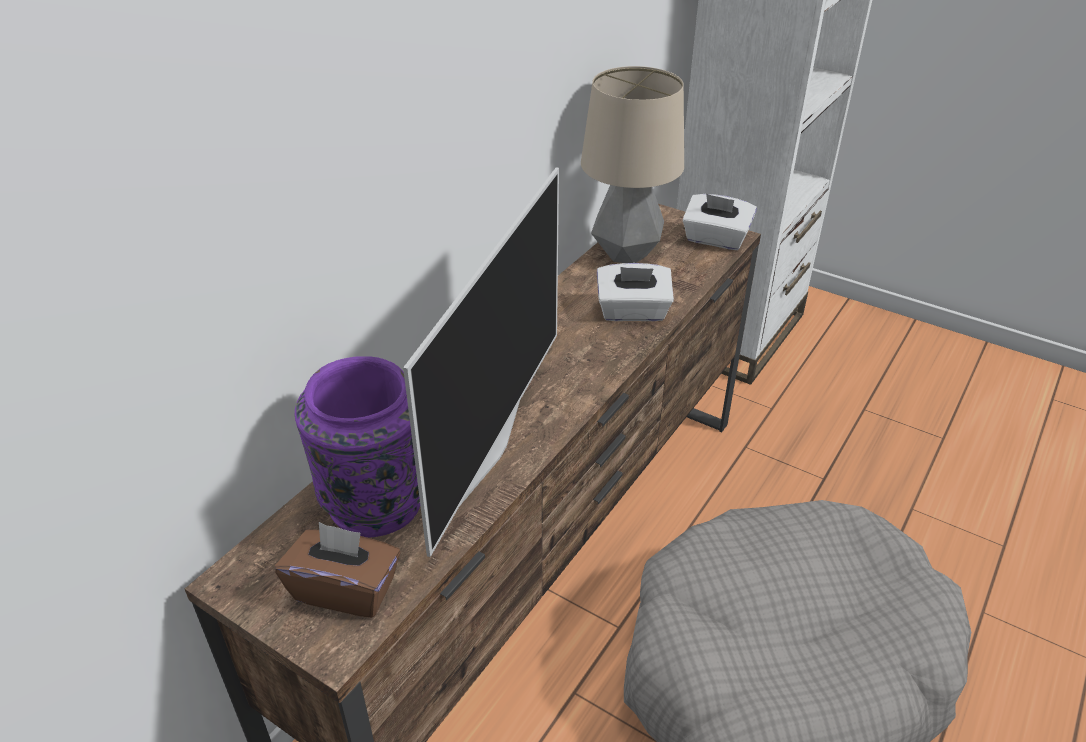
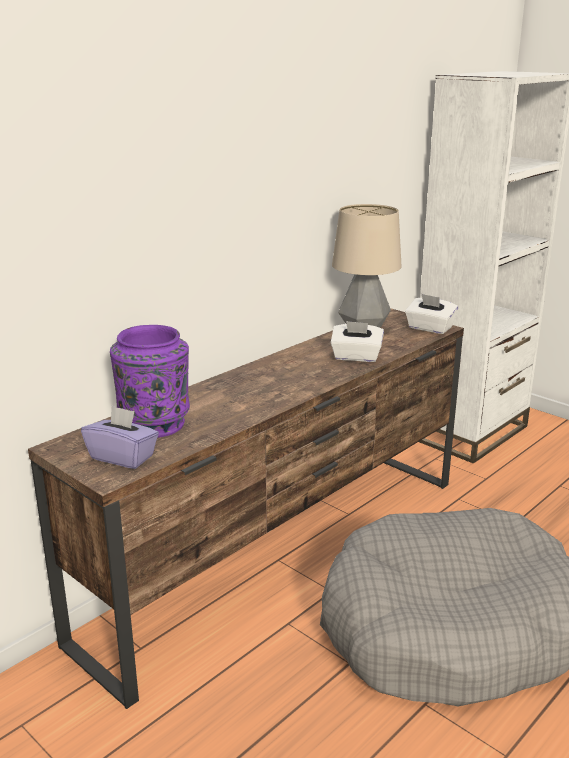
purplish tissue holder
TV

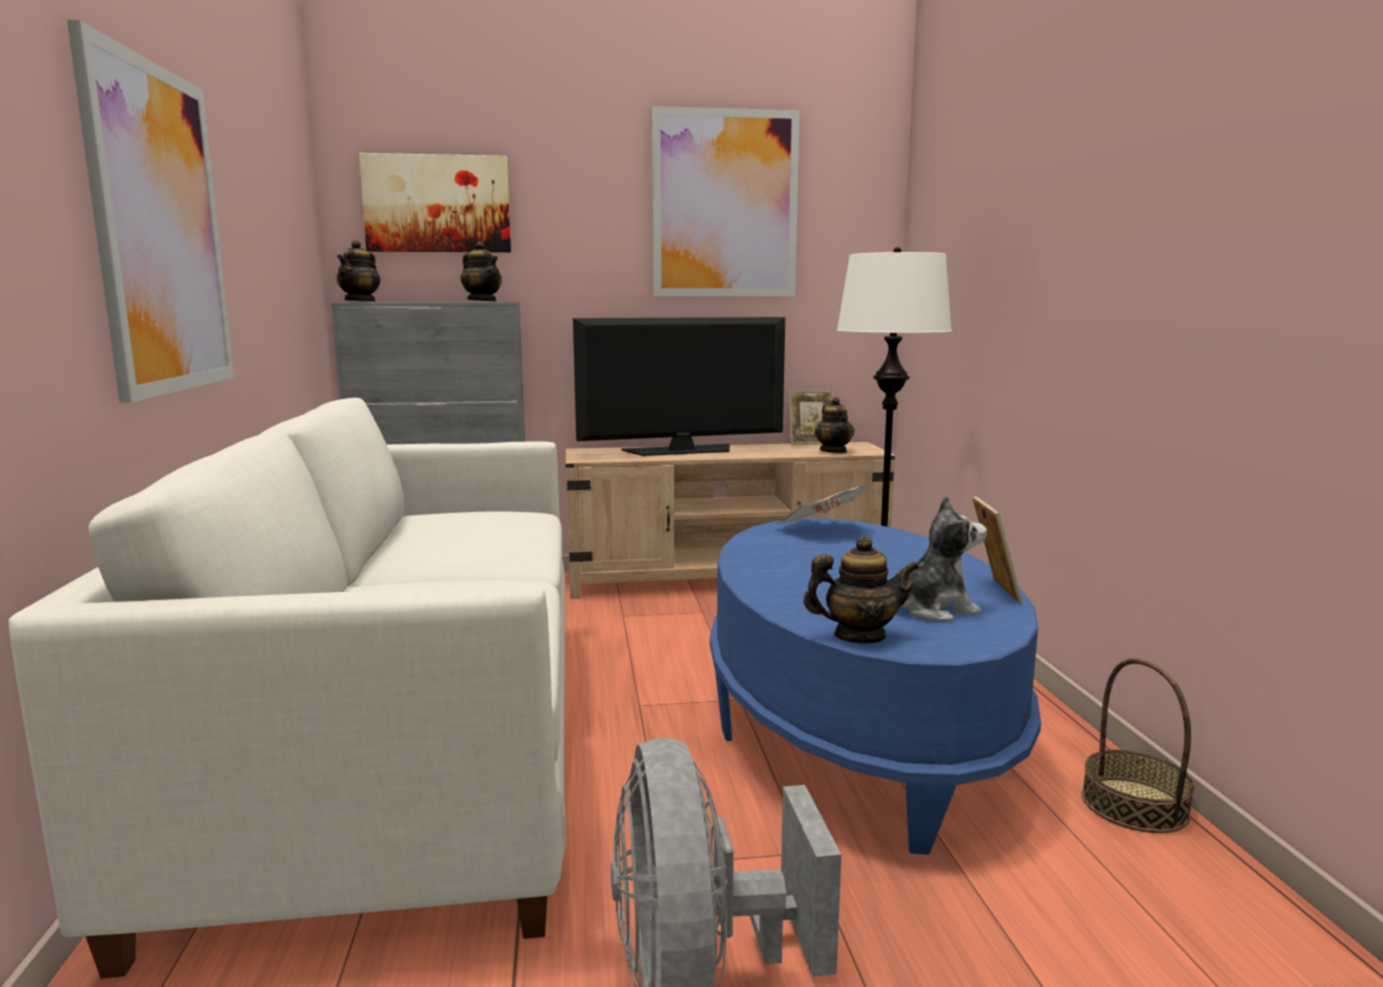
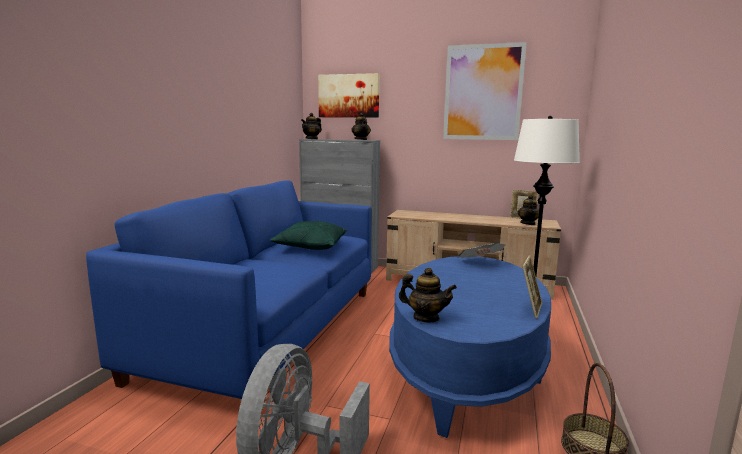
blue settee
wall picture (1st from left in the first image)
TV
soft toy
green-coloured pillow

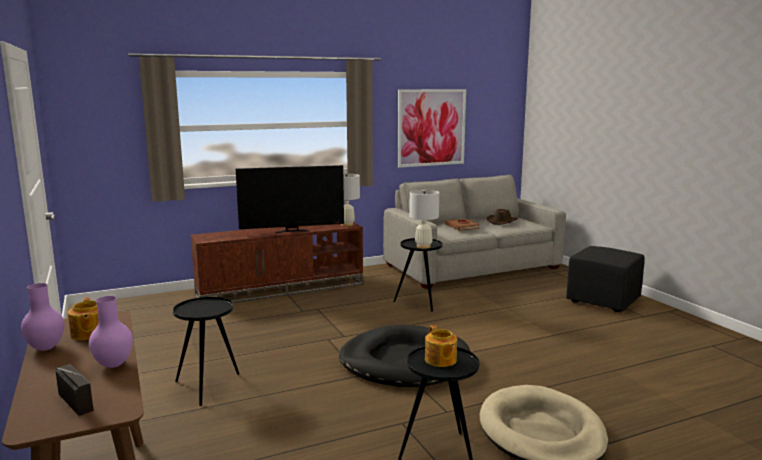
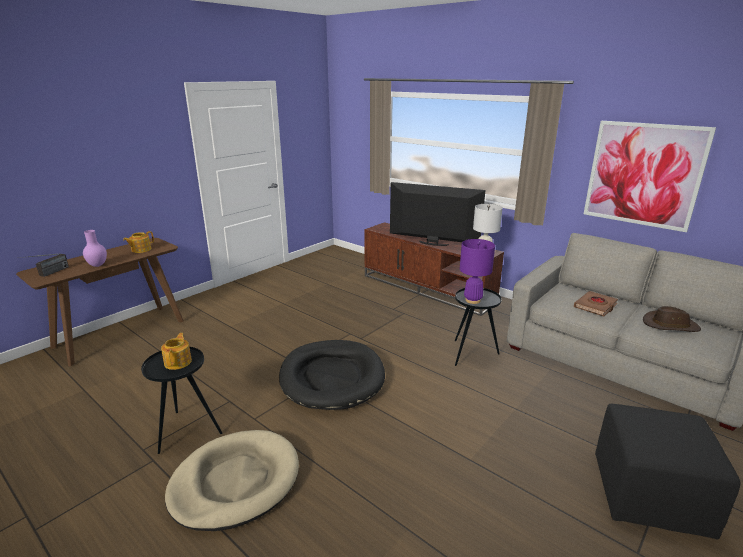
purplish decorative vase (1st from left in the first image)
black end table (1st from left in the first image)
TV
purplish lamp for a table
teapot (2nd from left)

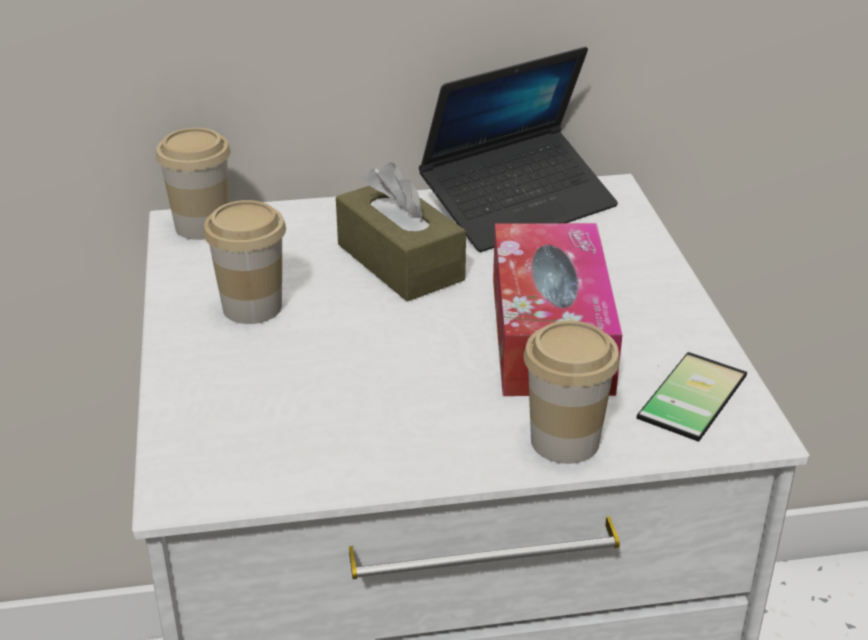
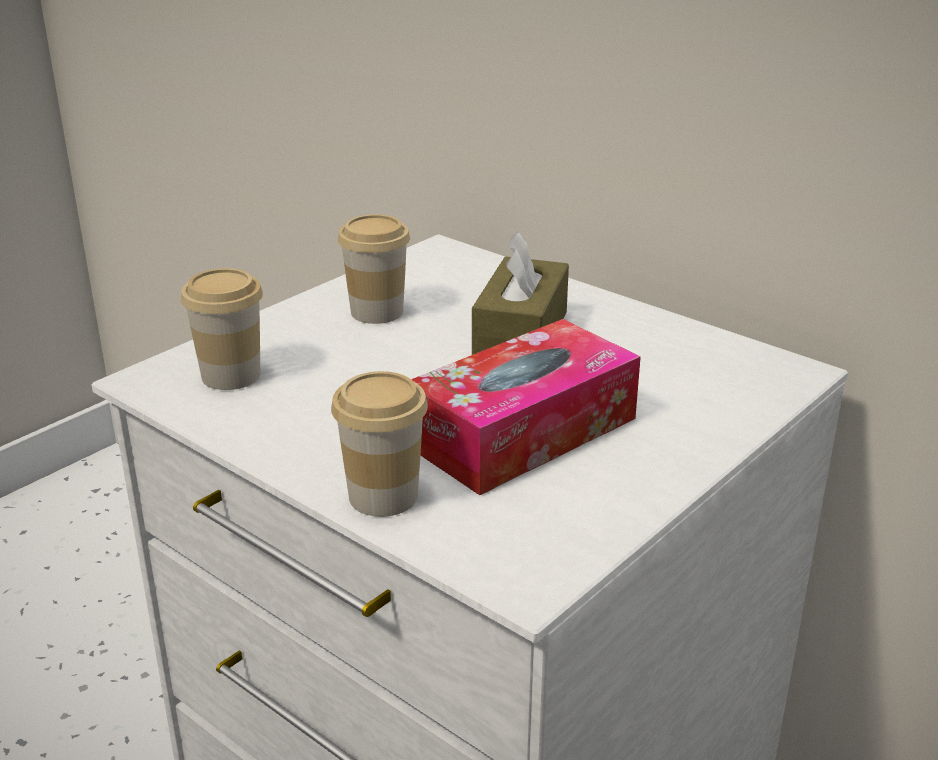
drinking cup (1st from left)
portable computer
telephone

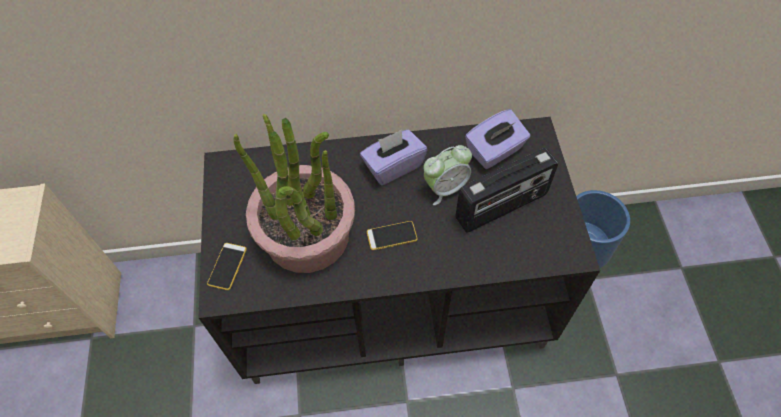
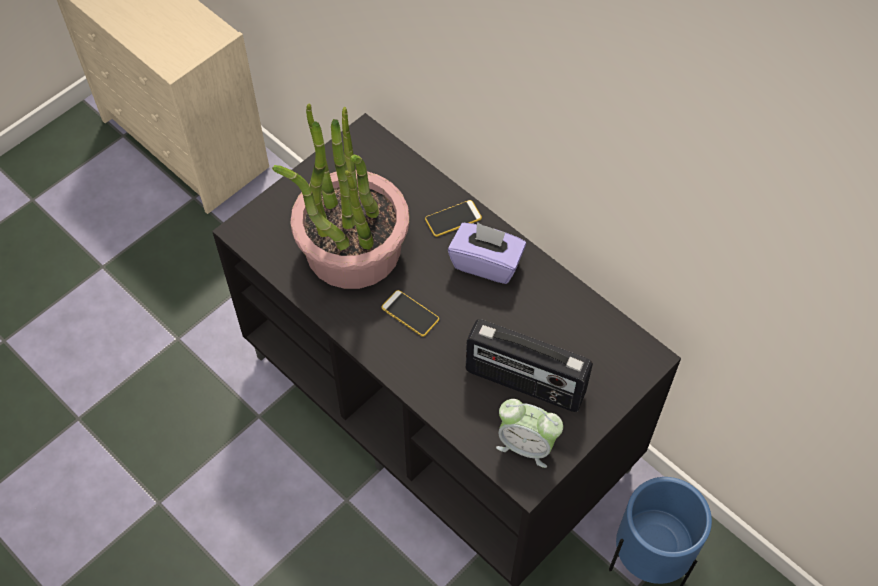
telephone (2nd from left)
alarm clock
purplish tissue holder (2nd from left in the first image)

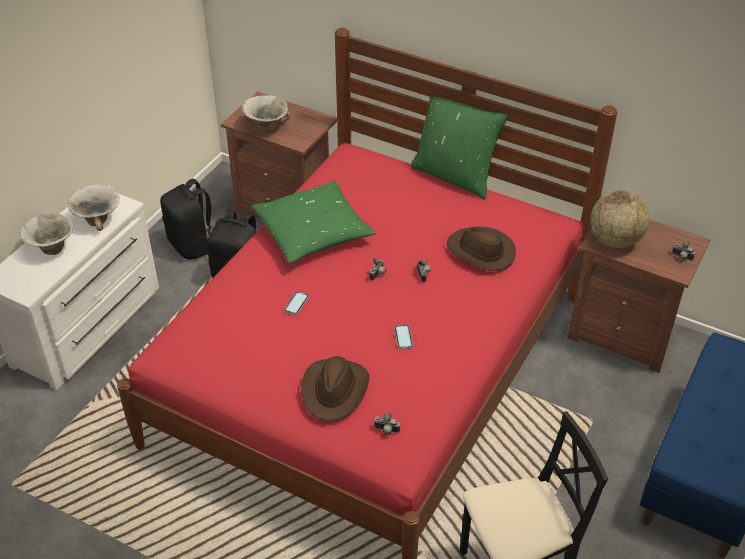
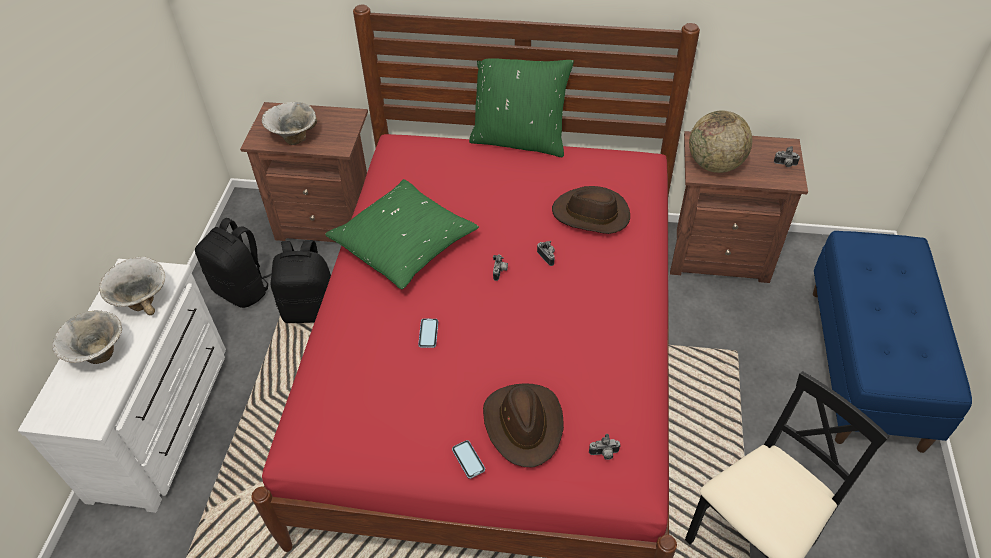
telephone (2nd from left)

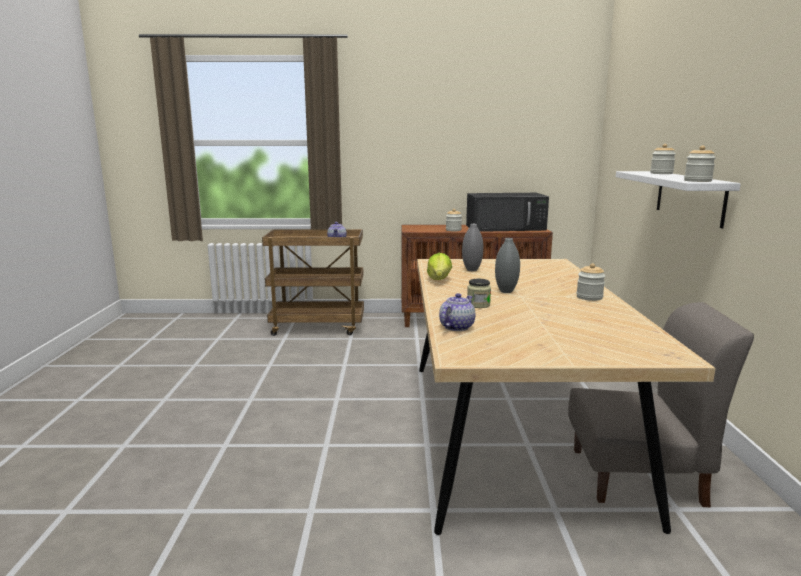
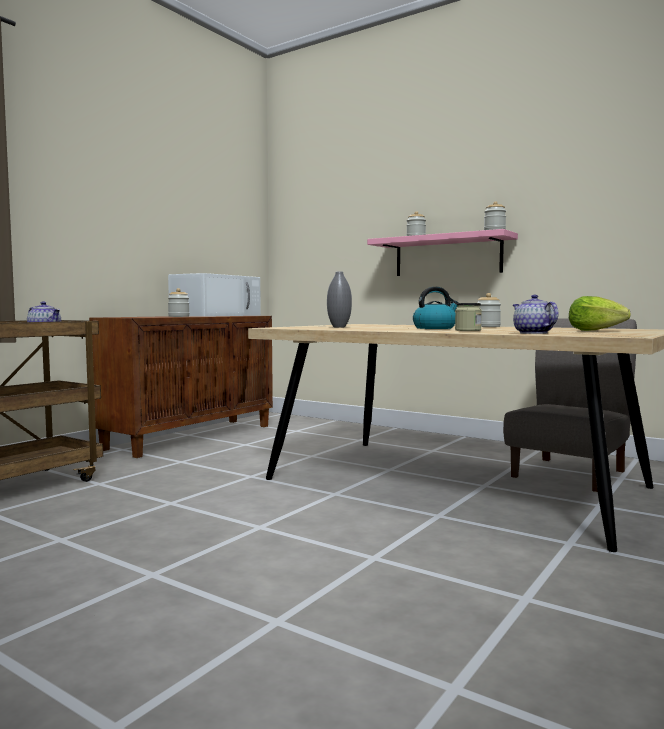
lettuce head
white kitchen microwave
tea kettle
pinkish bracket shelf

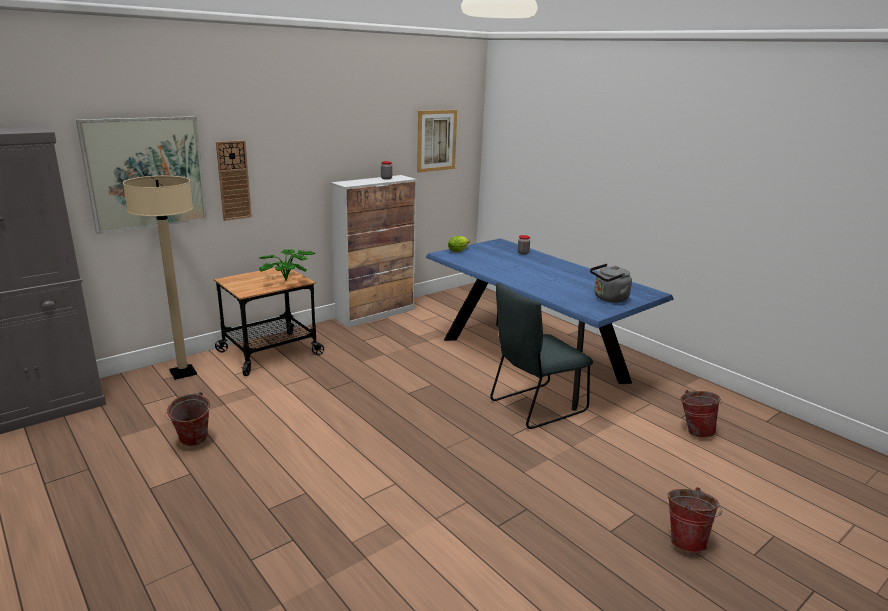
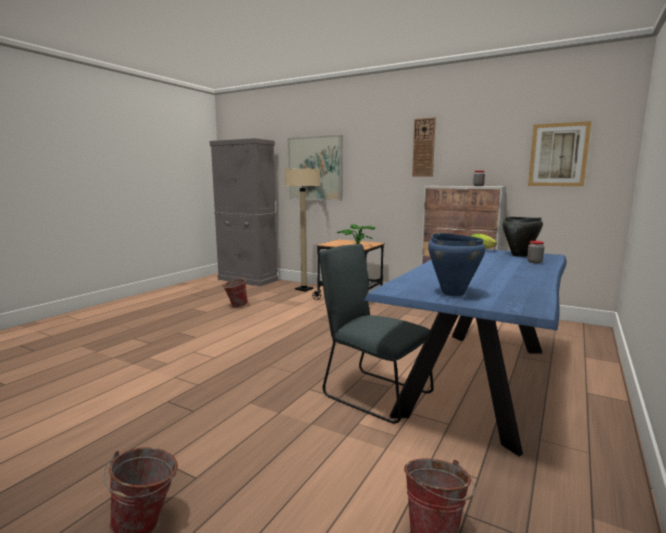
wall clock
blue stockpot
black stockpot

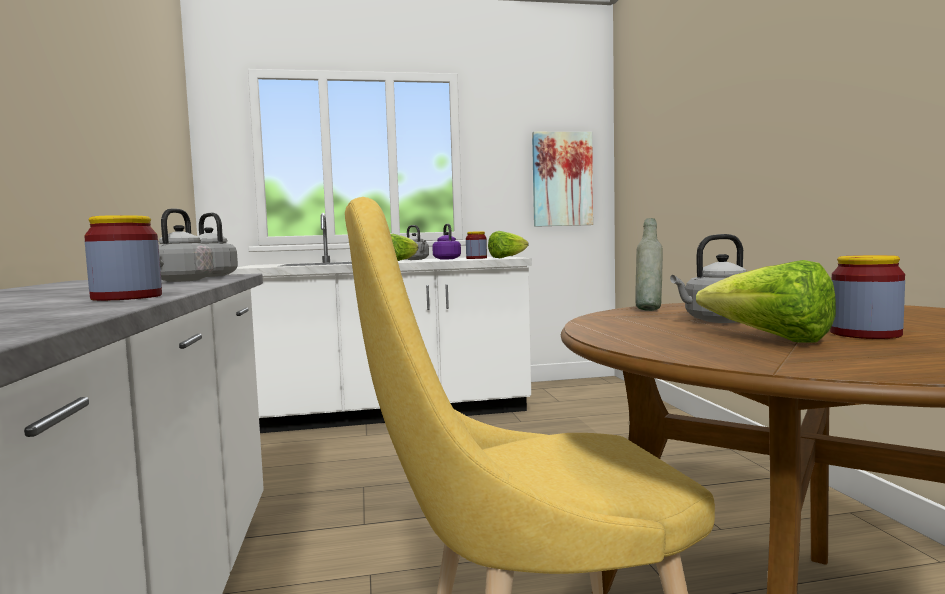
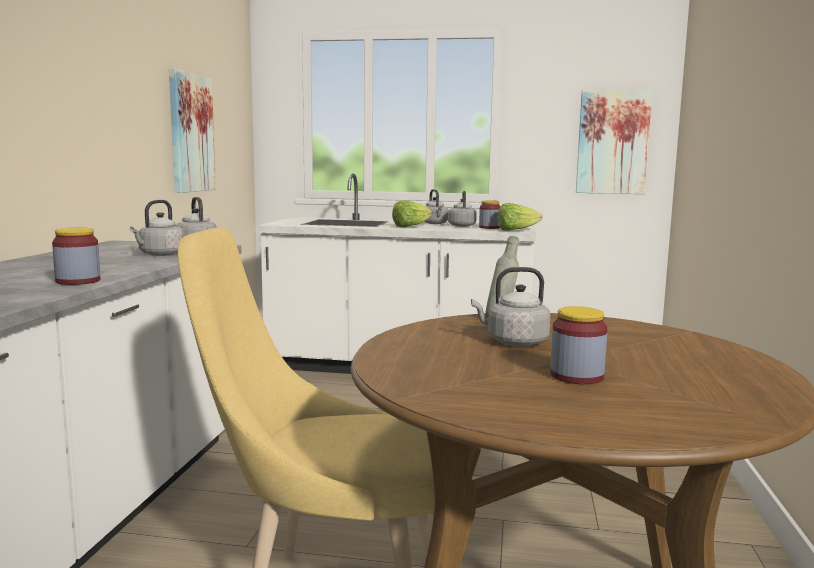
gray tea kettle (4th from left)
lettuce head (3rd from left in the first image)
wall picture (1st from left)

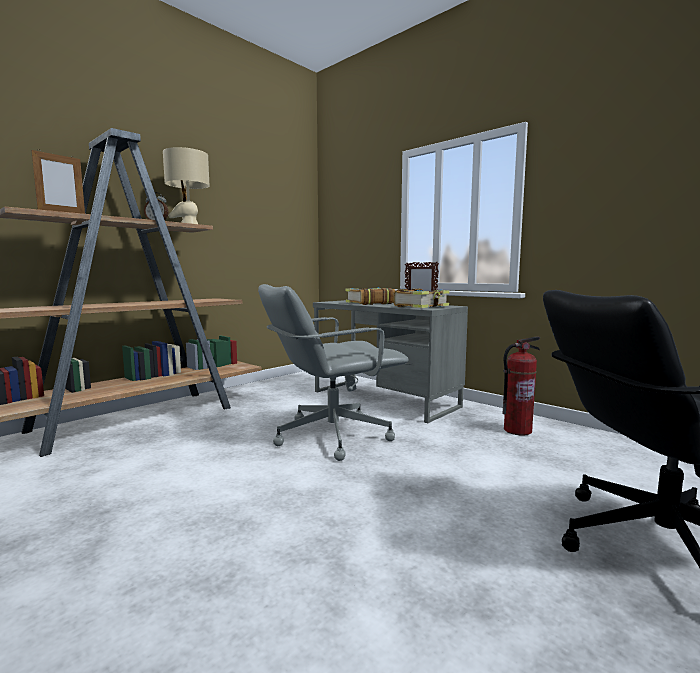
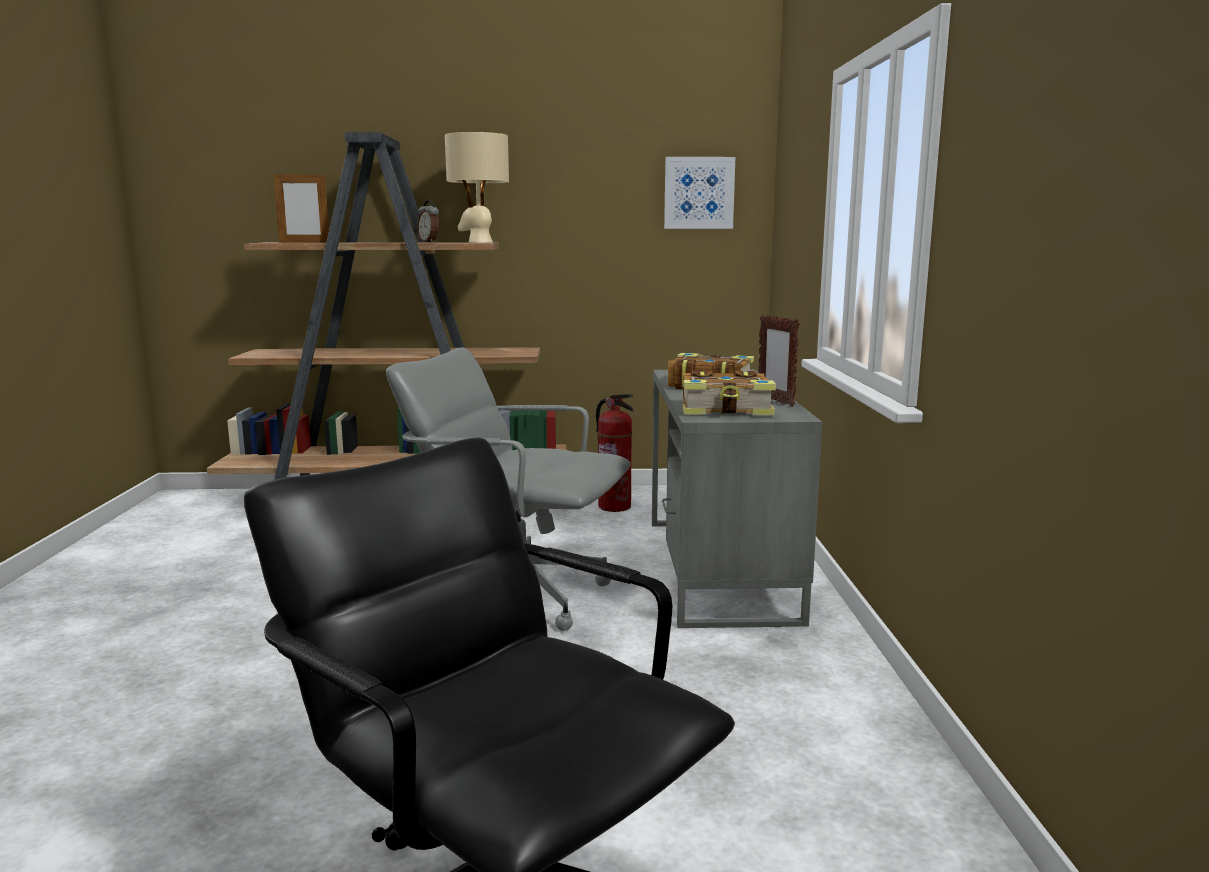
fire extinguisher
wall picture

